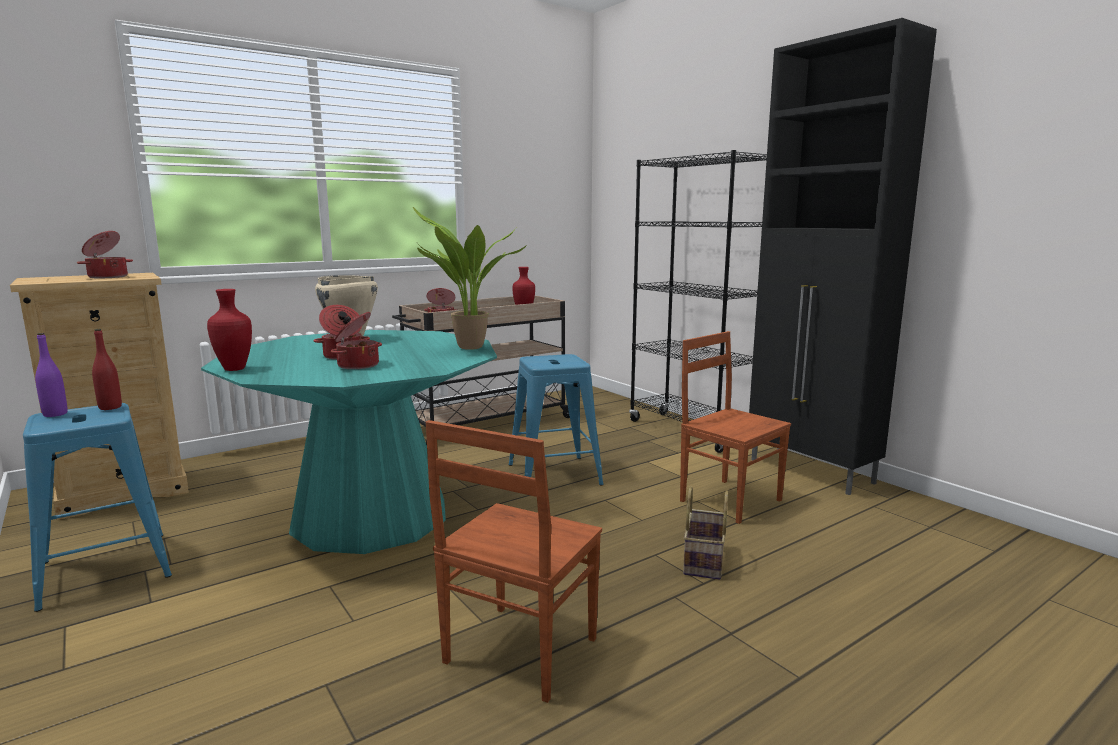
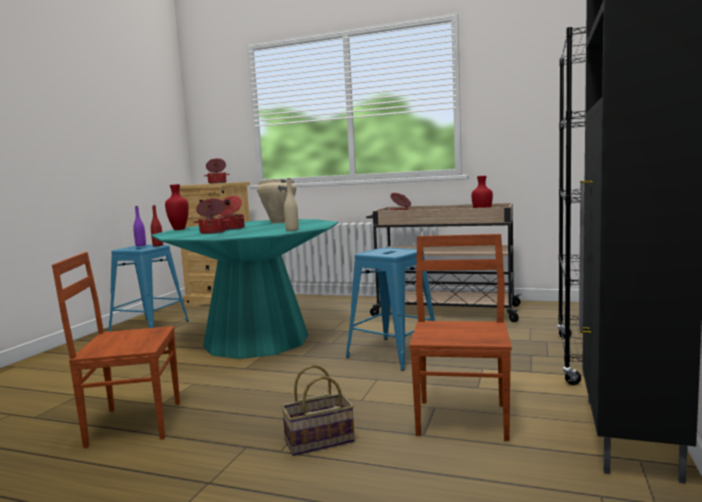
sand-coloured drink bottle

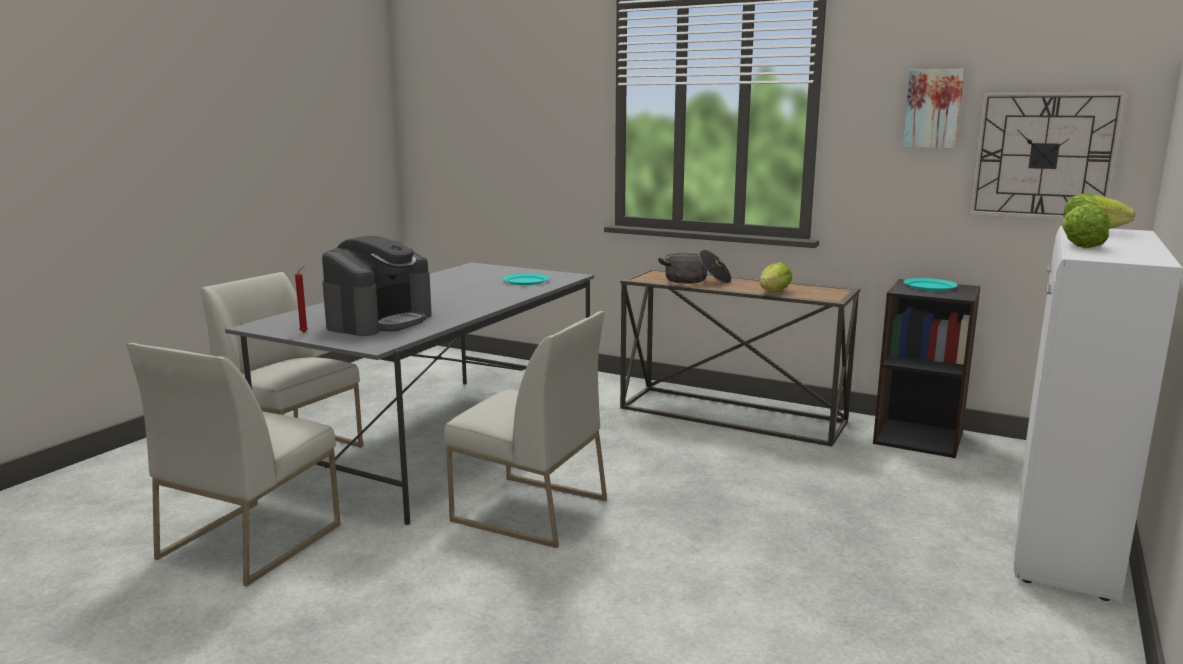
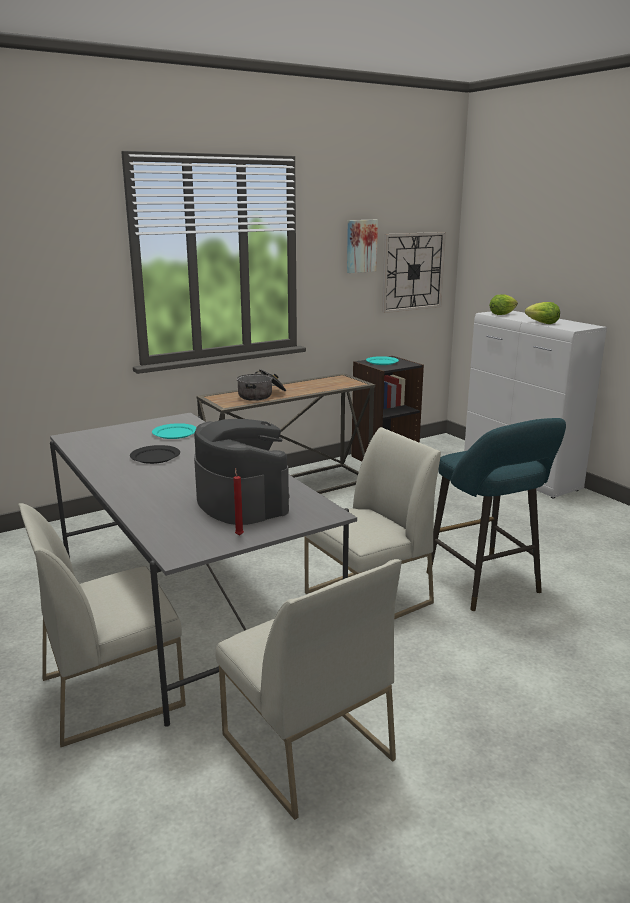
lettuce head (1st from left in the first image)
black plate
blue-green stool seat

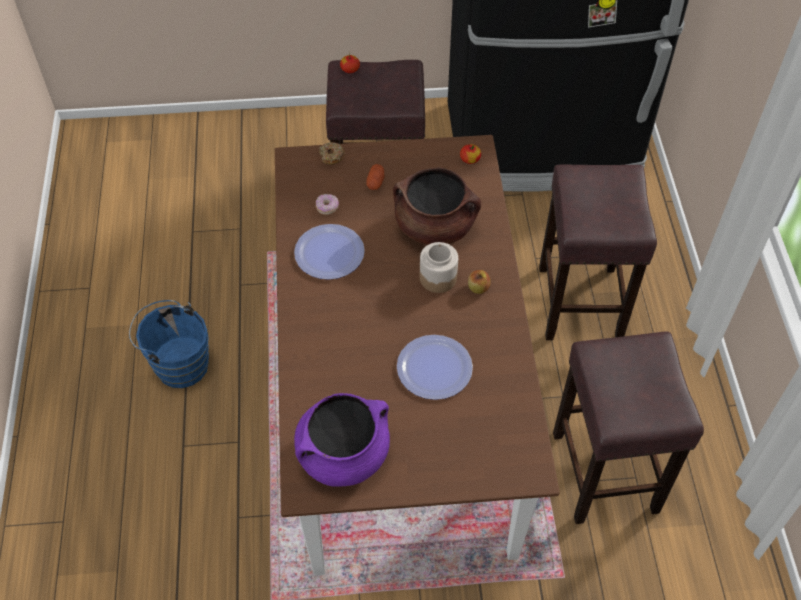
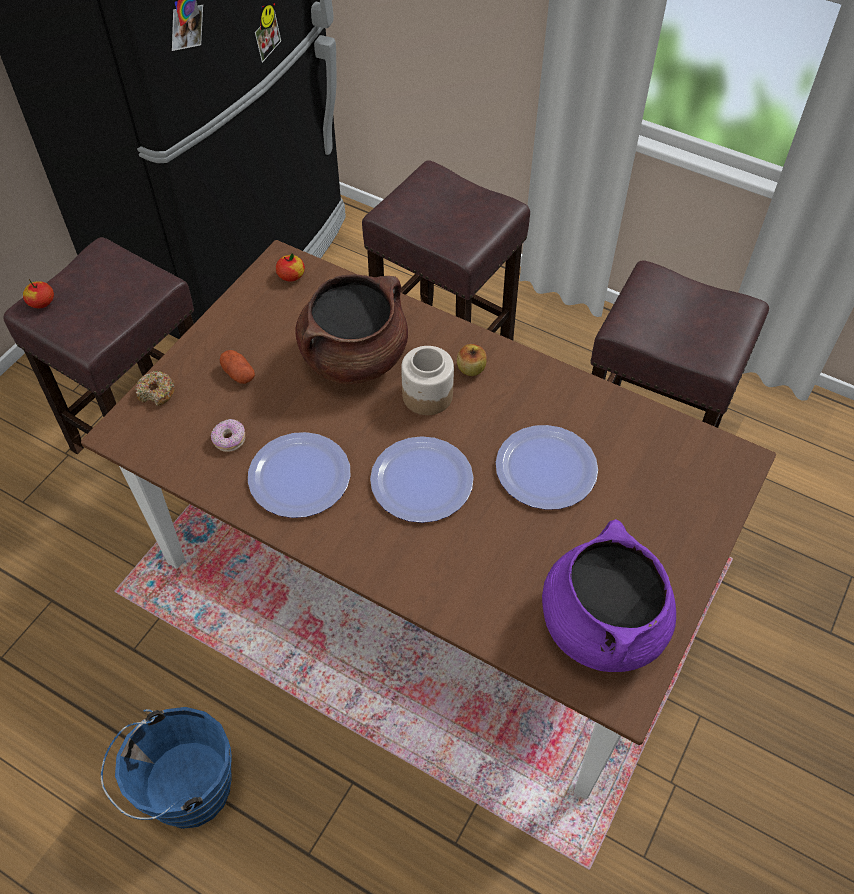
plate (2nd from left)

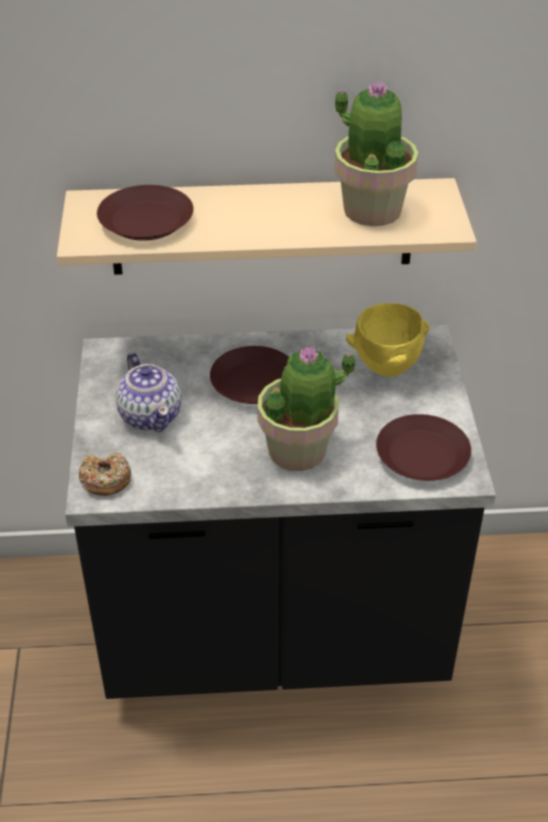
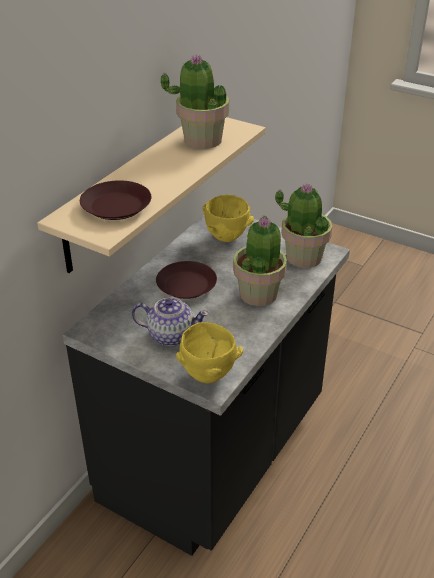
yellowish serving bowl (1st from left)
plant in a pot (3rd from left)

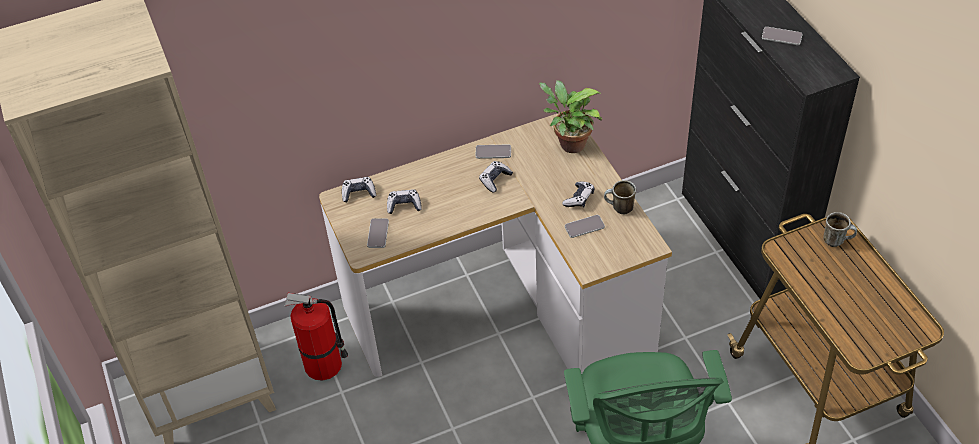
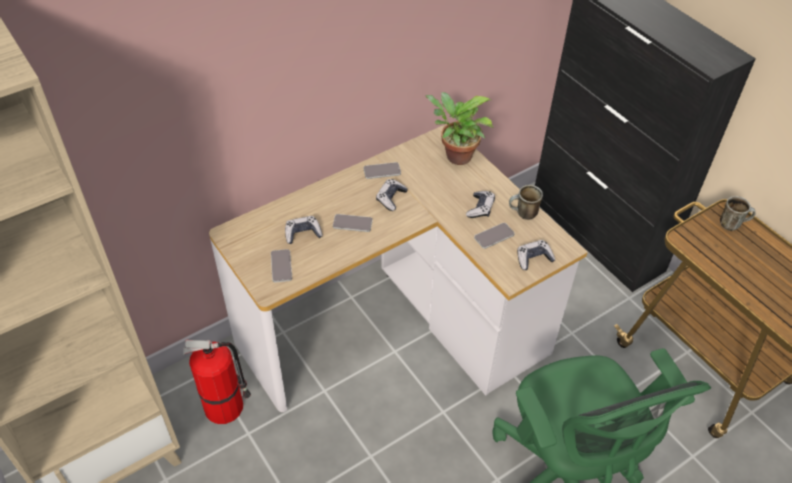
game controller (4th from left)
telephone (2nd from left)

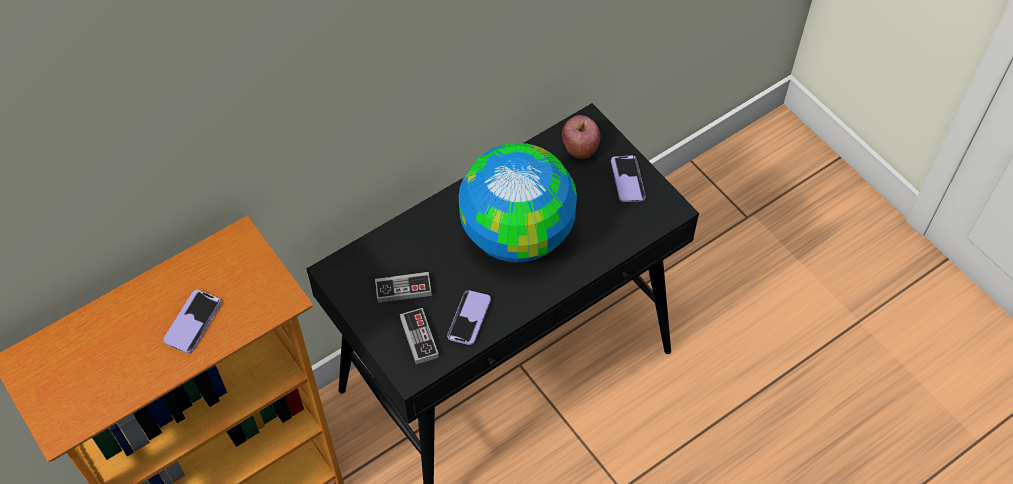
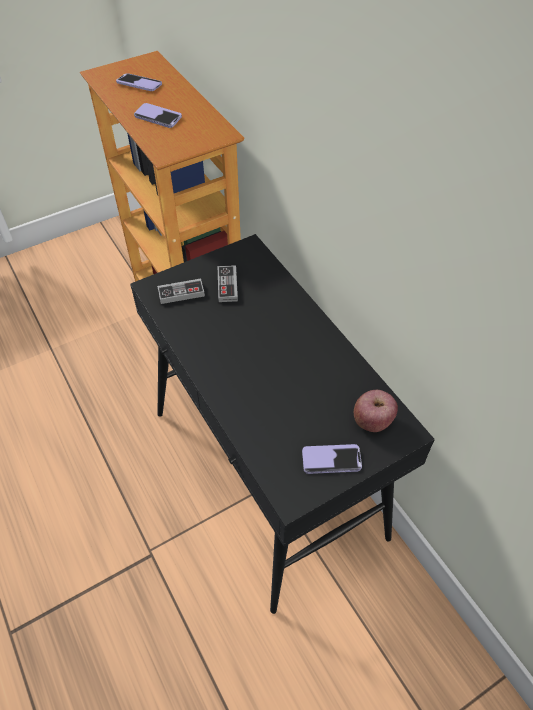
telephone (1st from left)
desk globe

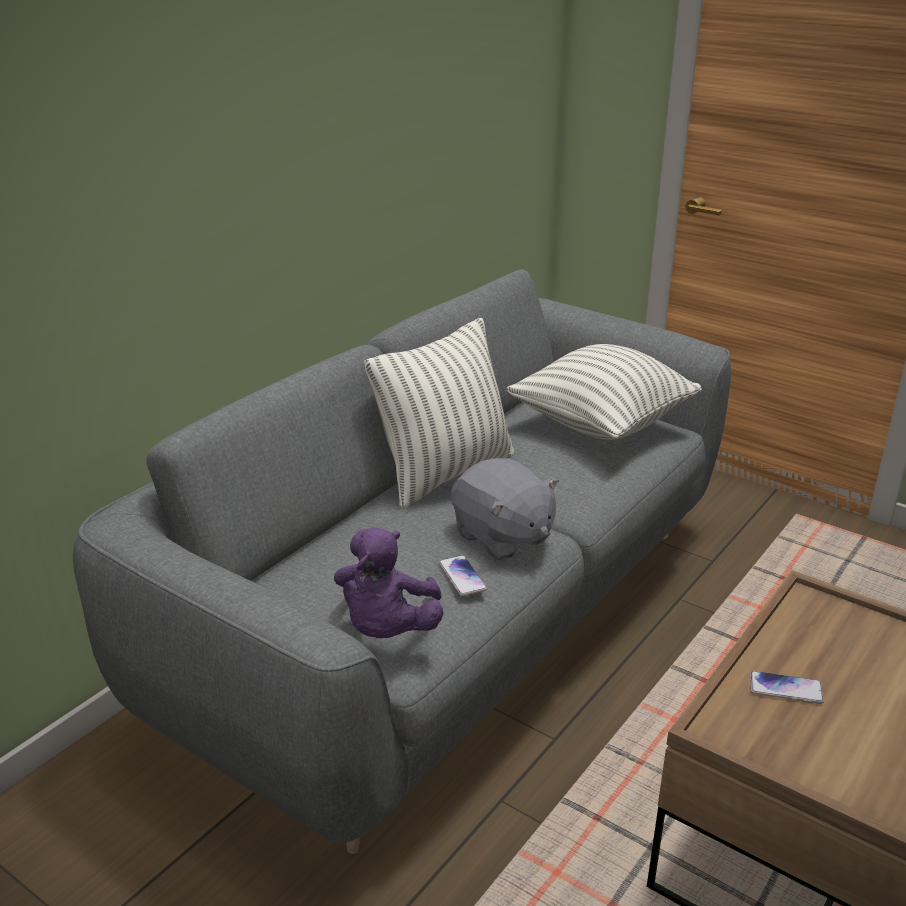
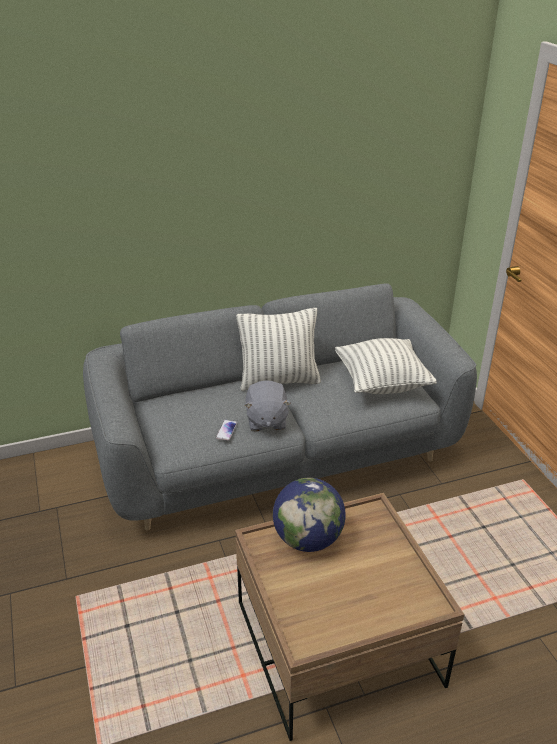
purplish soft toy
desk globe

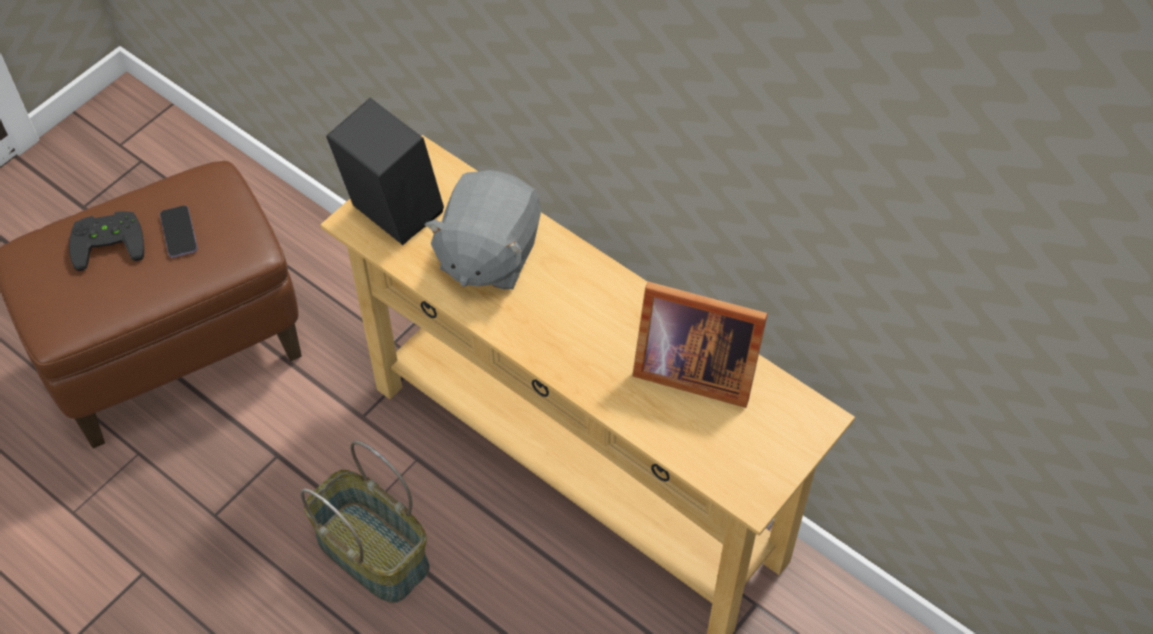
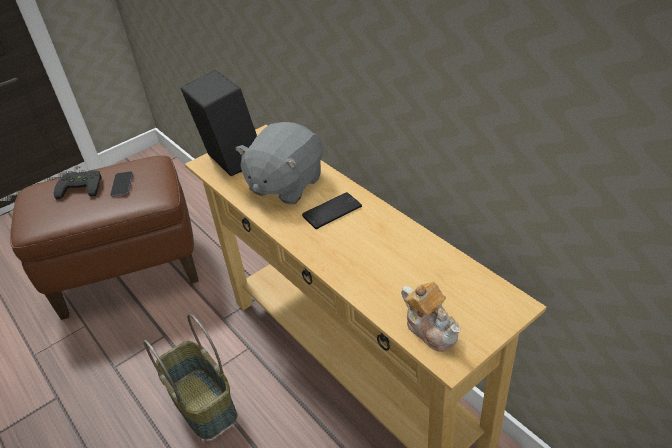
picture frame
telephone (2nd from left)
teapot

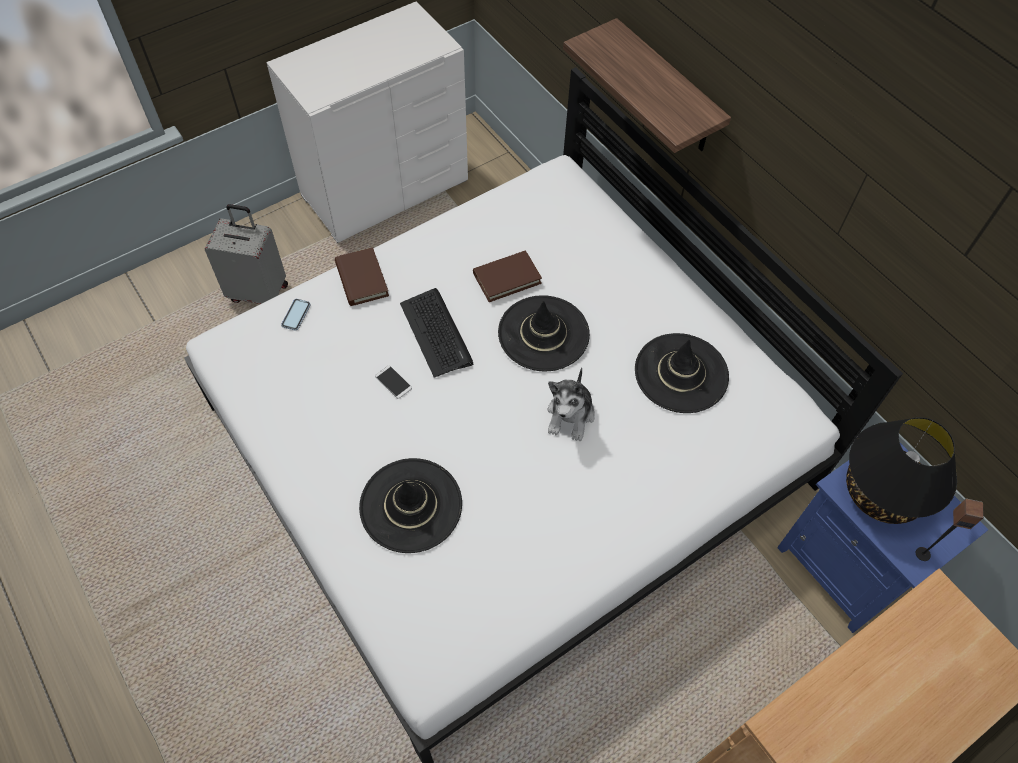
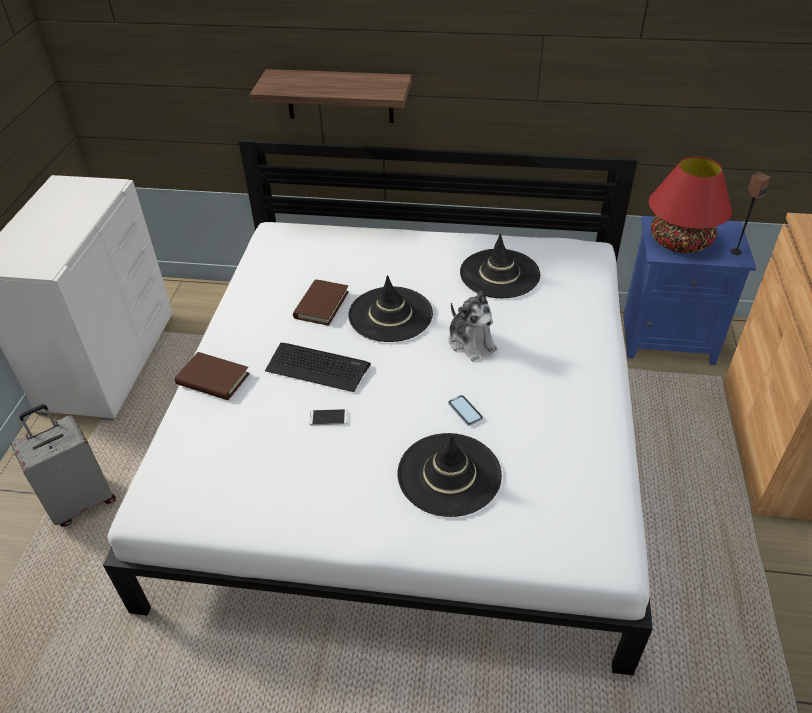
telephone (2nd from left)
red-coloured lamp for a table

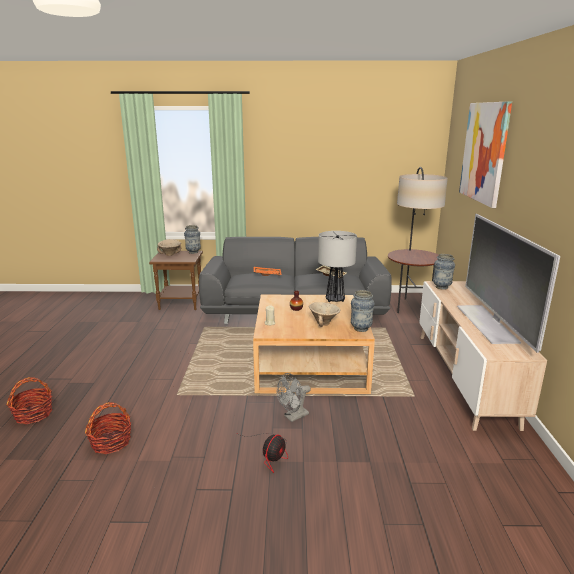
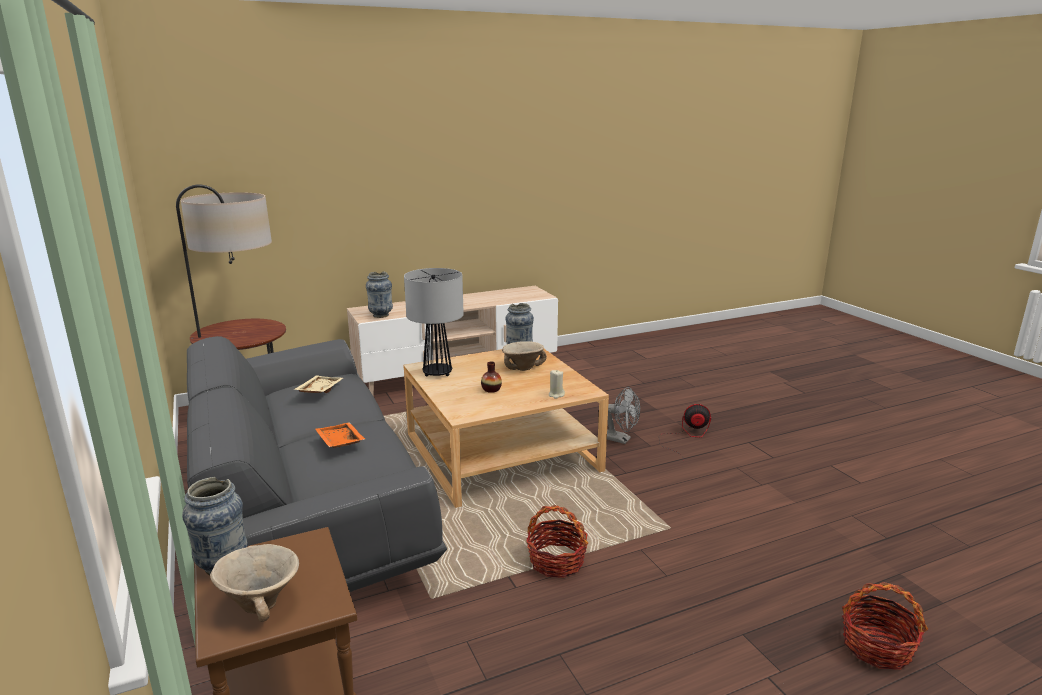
household basket (1st from left)
TV
wall picture

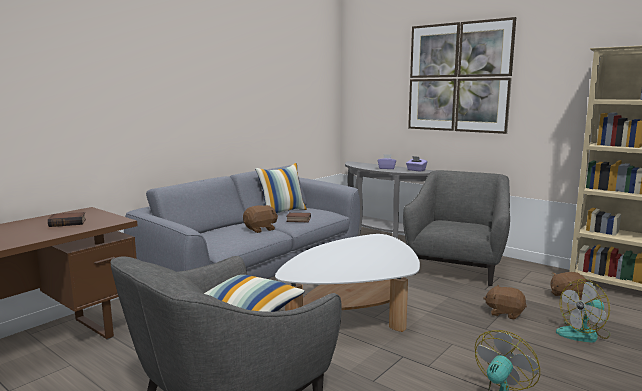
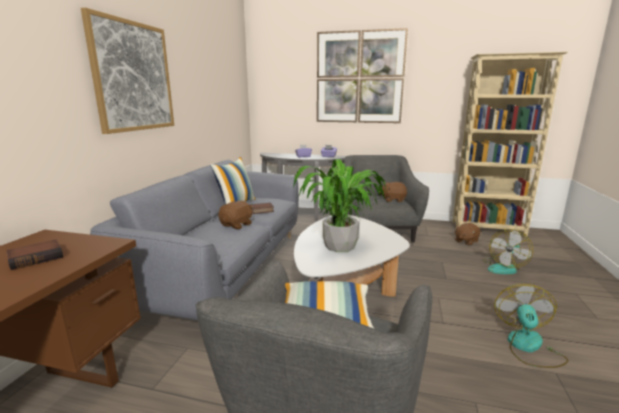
brown-coloured soft toy (2nd from left)
wall picture (1st from left)
plant in a pot

